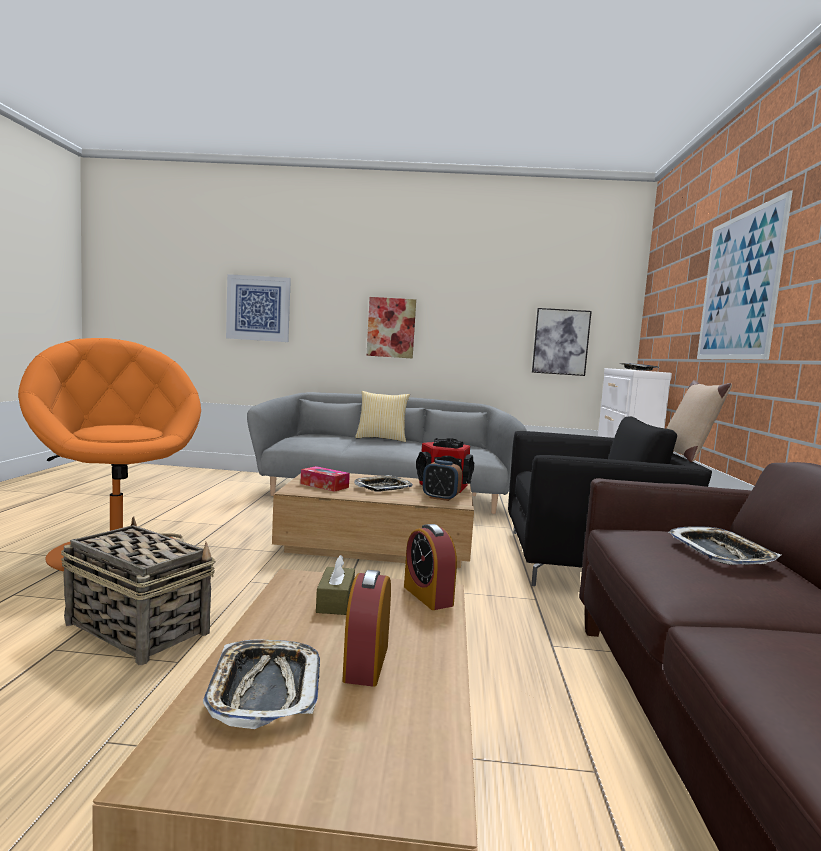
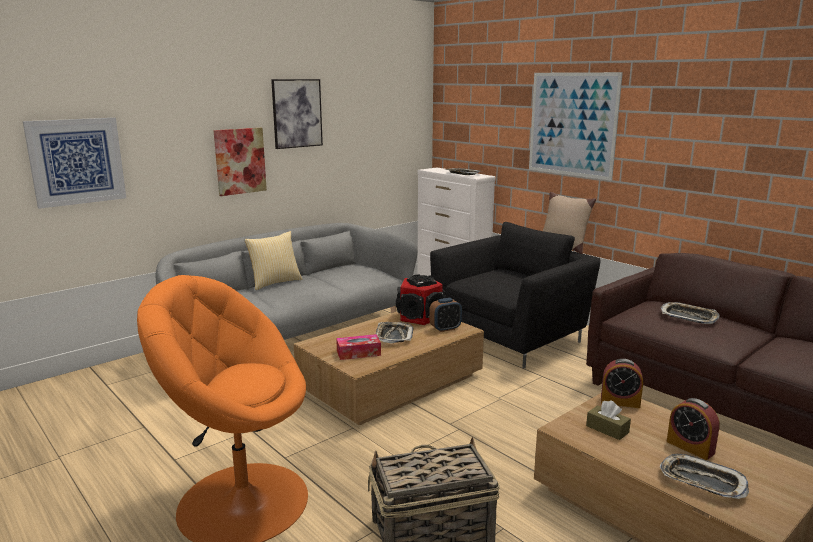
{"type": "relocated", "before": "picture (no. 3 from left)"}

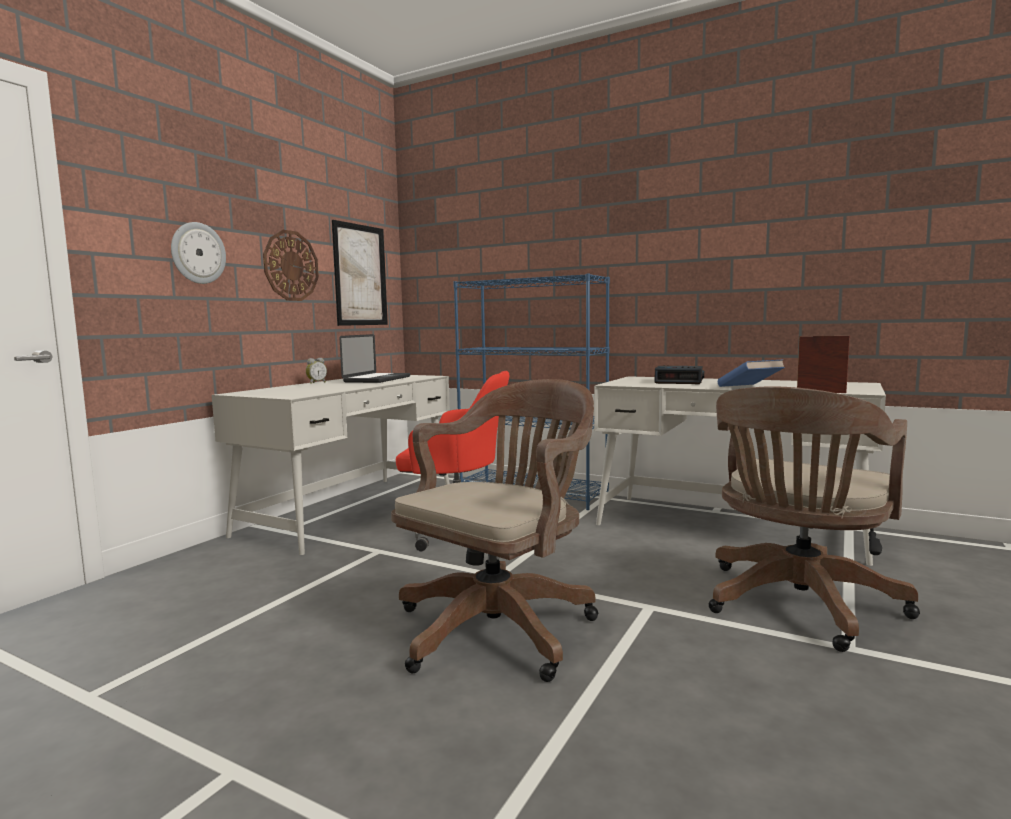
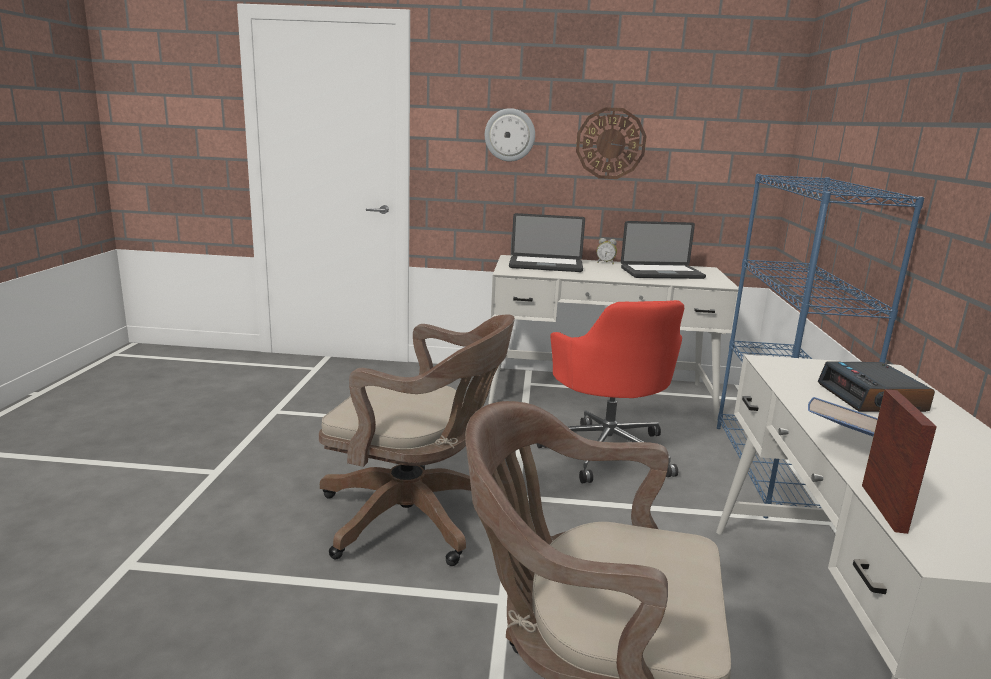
{"type": "missing", "before": "picture"}
{"type": "appeared", "after": "portable computer (no. 1 from left)"}

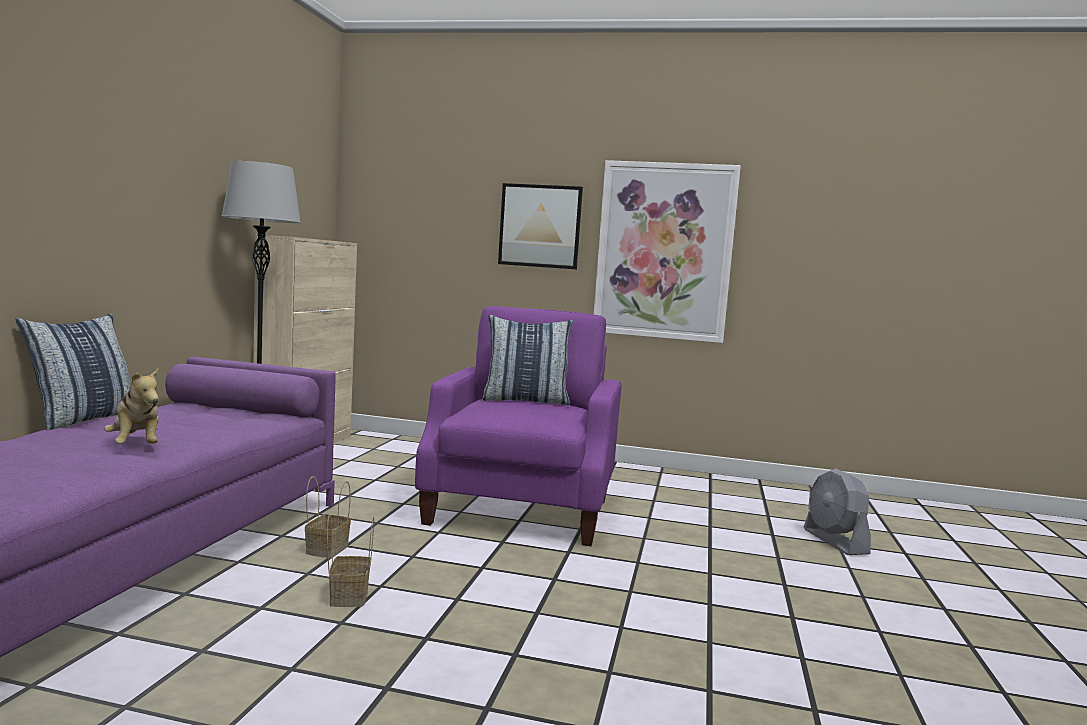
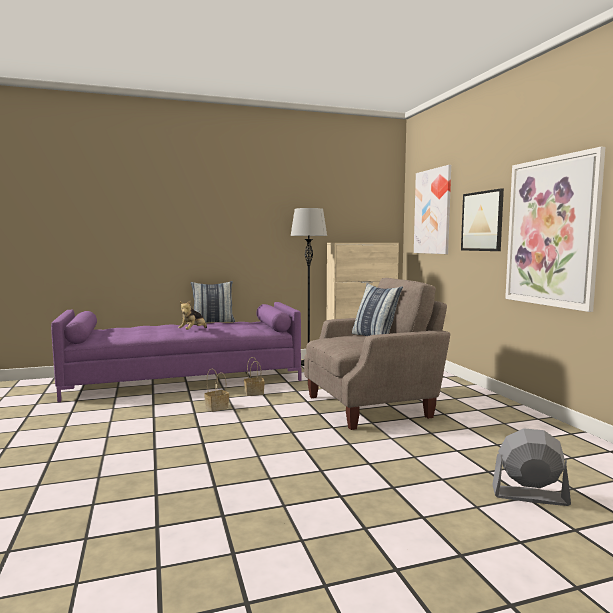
{"type": "appeared", "after": "picture (no. 1 from left)"}
{"type": "colour", "before": "lounge chair in purple", "after": "lounge chair in sand-coloured"}
{"type": "spun", "before": "fan in greyish", "turn": 60}

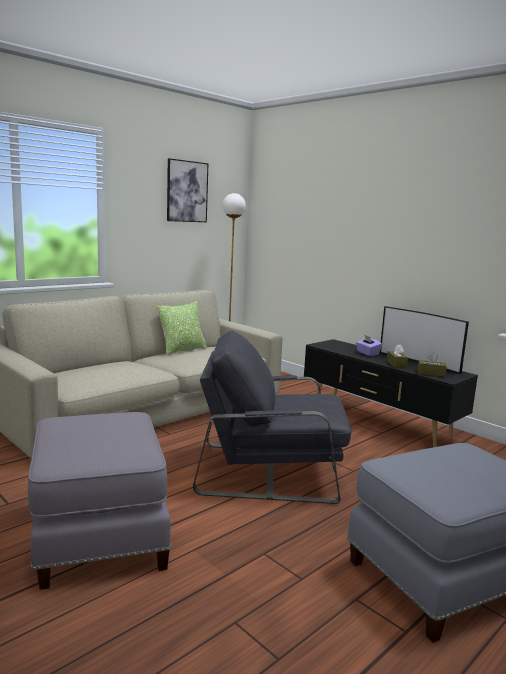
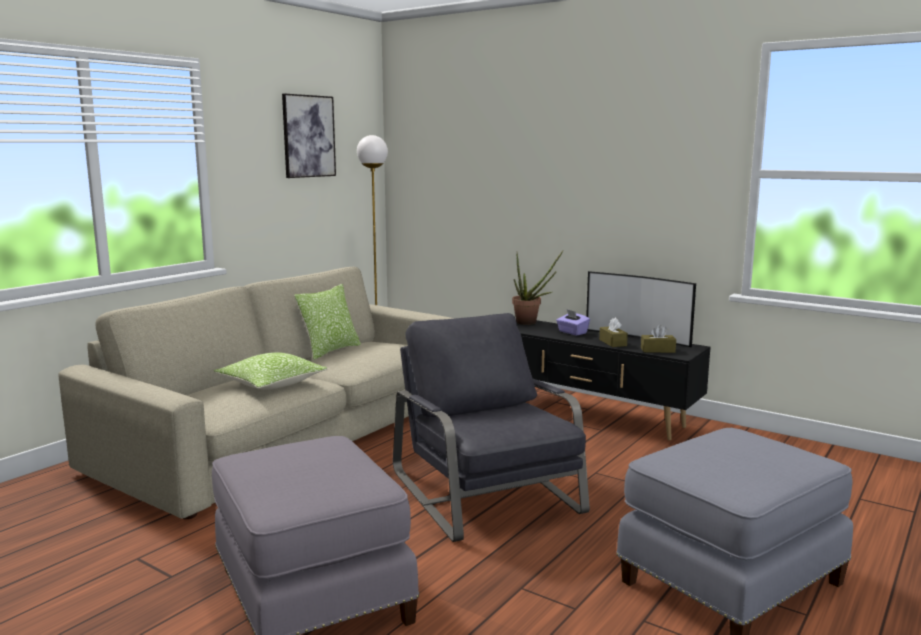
{"type": "appeared", "after": "pillow (no. 1 from left)"}
{"type": "appeared", "after": "houseplant"}
{"type": "spun", "before": "lounge chair in greyish", "turn": 75}

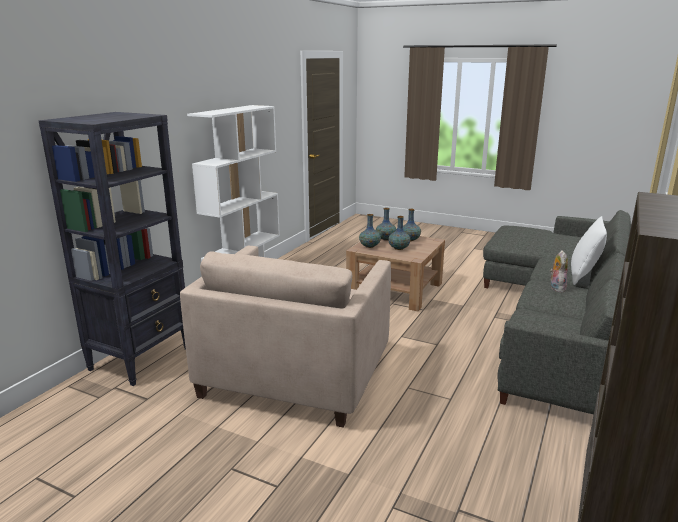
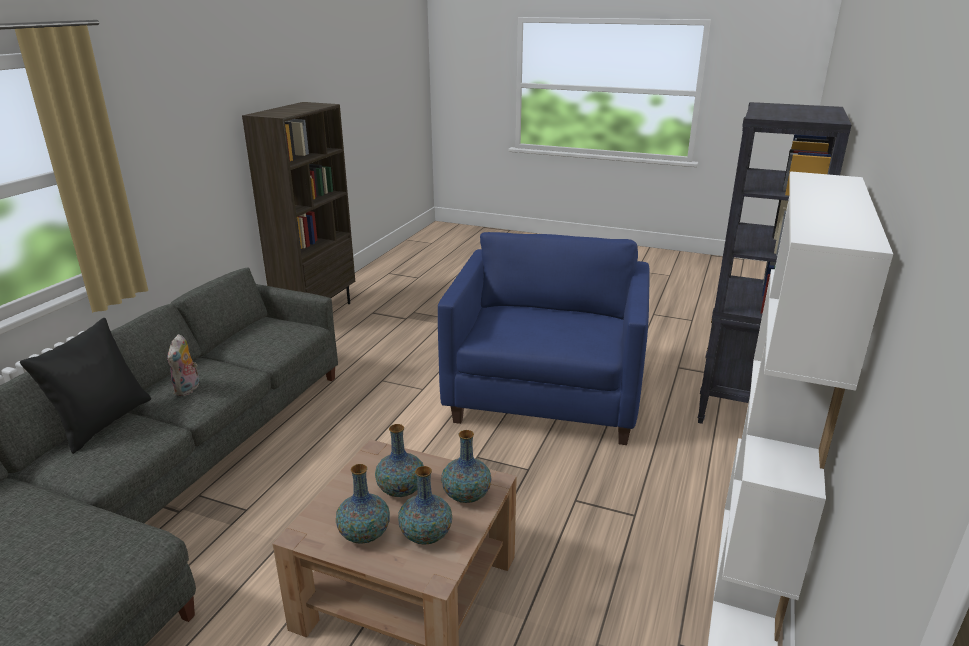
{"type": "colour", "before": "lounge chair in sand-coloured", "after": "lounge chair in blue"}
{"type": "colour", "before": "pillow in whitish", "after": "pillow in blackish"}

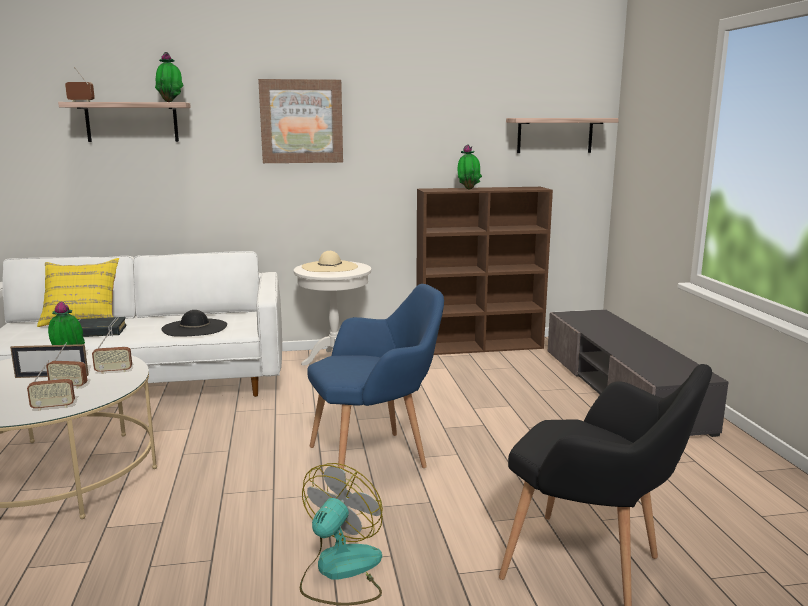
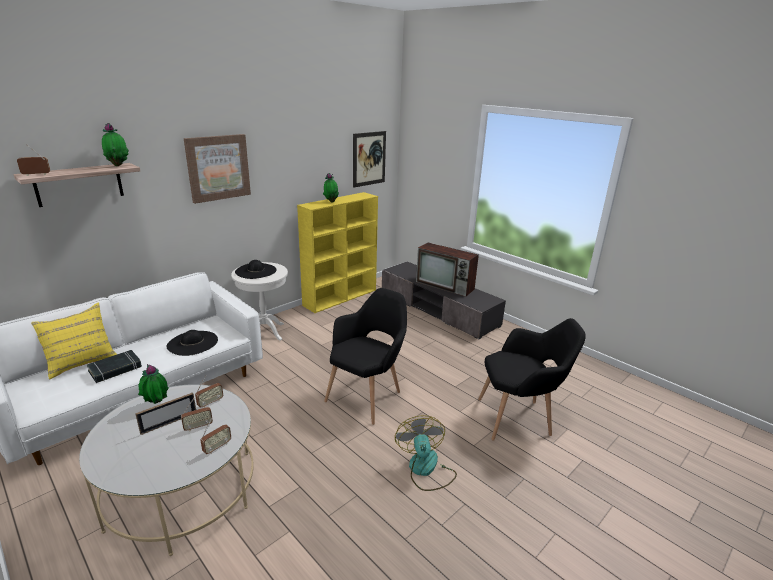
{"type": "appeared", "after": "TV set"}
{"type": "exchanged", "before": "shelf (no. 2 from left)", "after": "picture (no. 2 from left)"}
{"type": "colour", "before": "clothing hat in sand-coloured", "after": "clothing hat in blackish (no. 2 from left)"}
{"type": "colour", "before": "lounge chair in blue", "after": "lounge chair in blackish (no. 1 from left)"}
{"type": "colour", "before": "shelving unit in brown-coloured", "after": "shelving unit in yellow-coloured"}

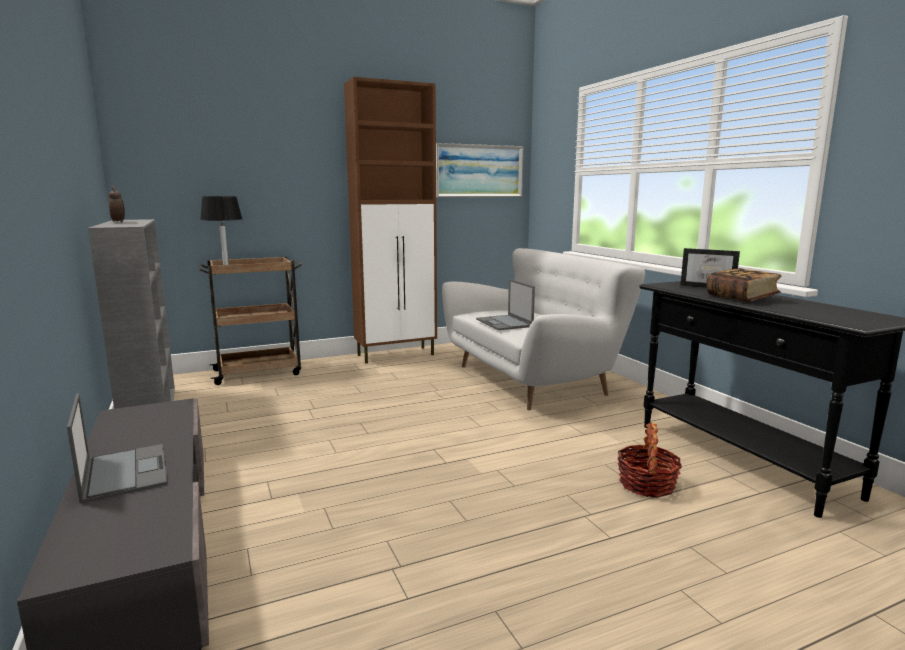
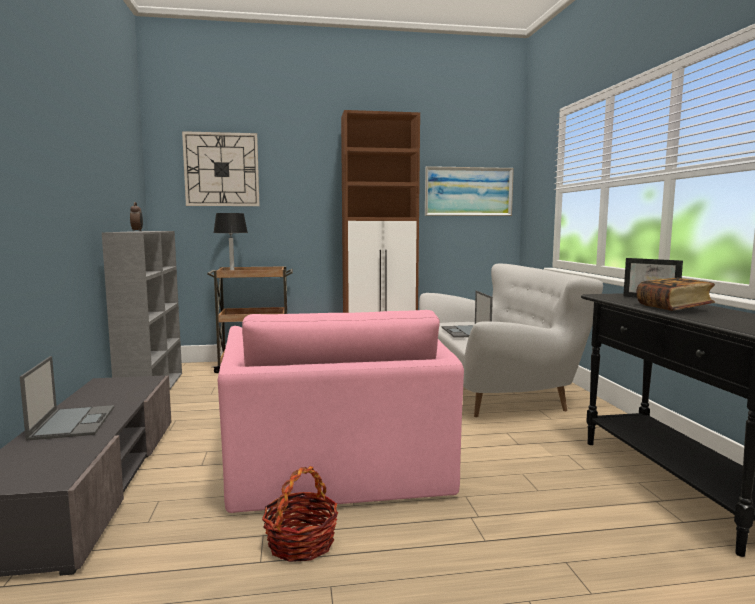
{"type": "appeared", "after": "clock on the wall"}
{"type": "appeared", "after": "lounge chair in pink-coloured"}
{"type": "relocated", "before": "storage basket"}

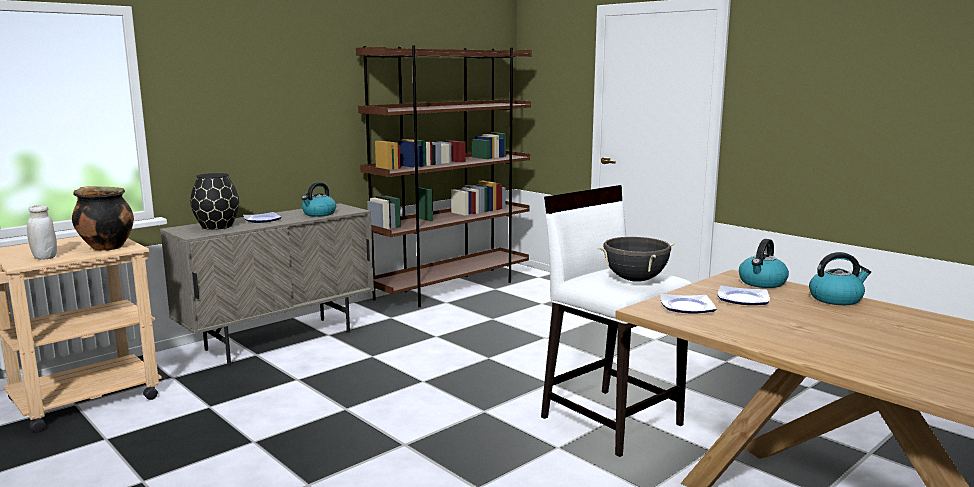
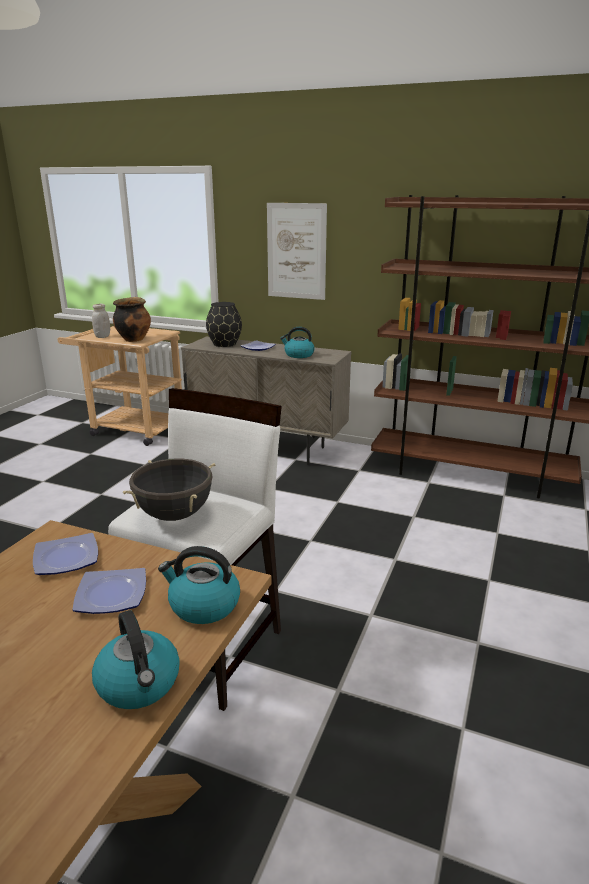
{"type": "appeared", "after": "picture"}

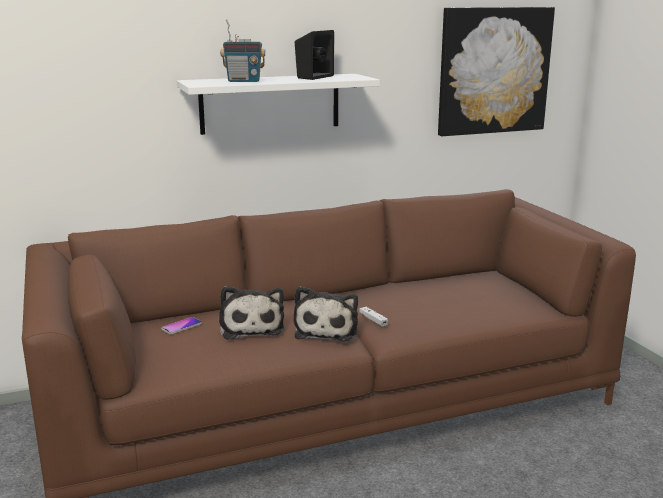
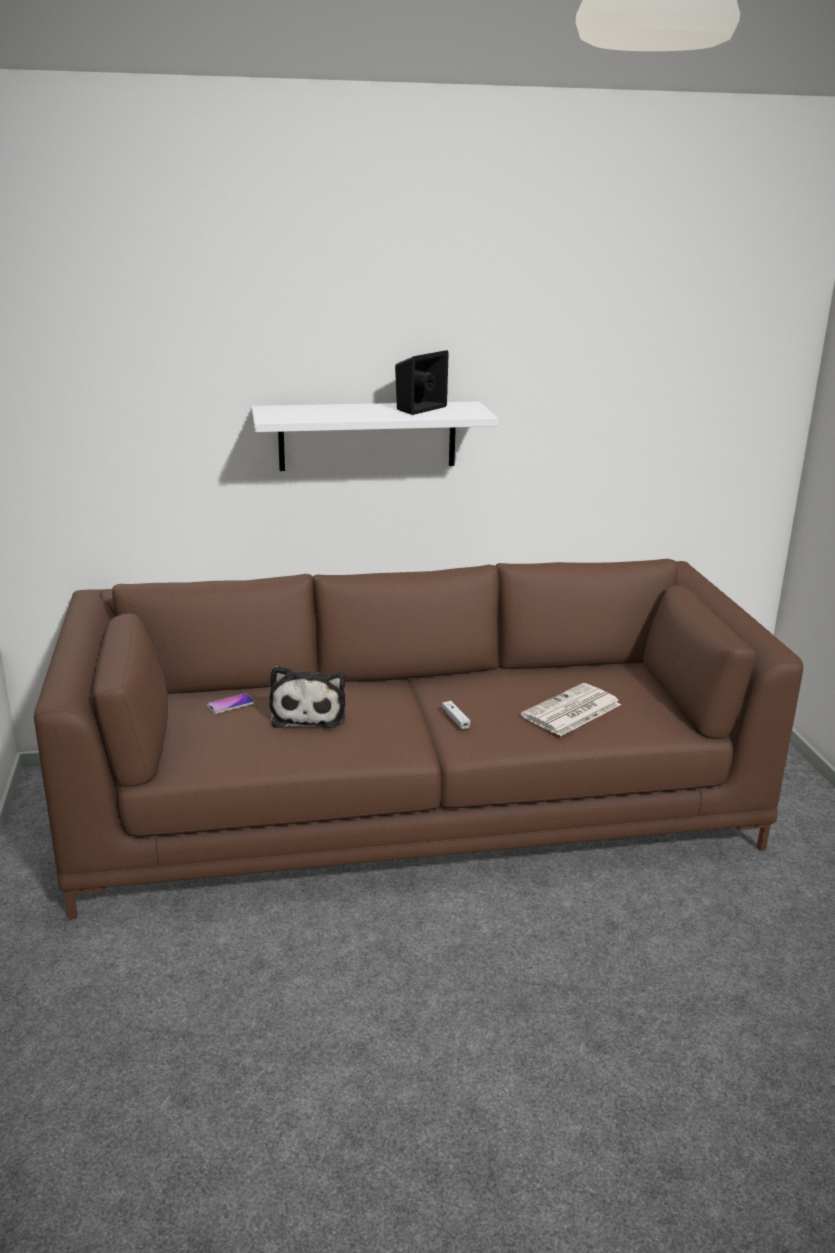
{"type": "missing", "before": "radio set"}
{"type": "missing", "before": "cuddly toy (no. 2 from left)"}
{"type": "missing", "before": "picture"}
{"type": "appeared", "after": "daily paper"}

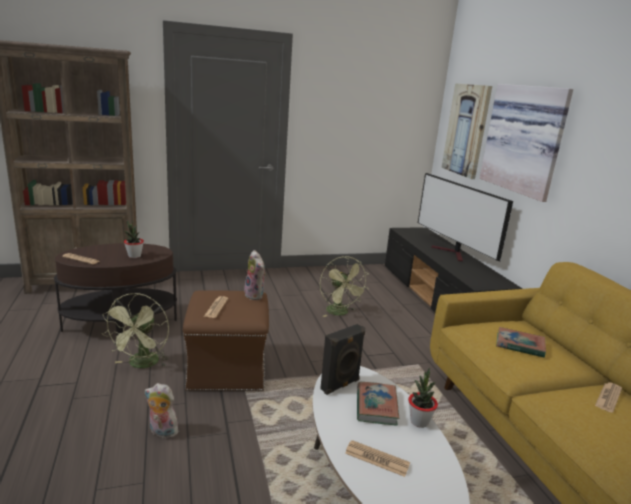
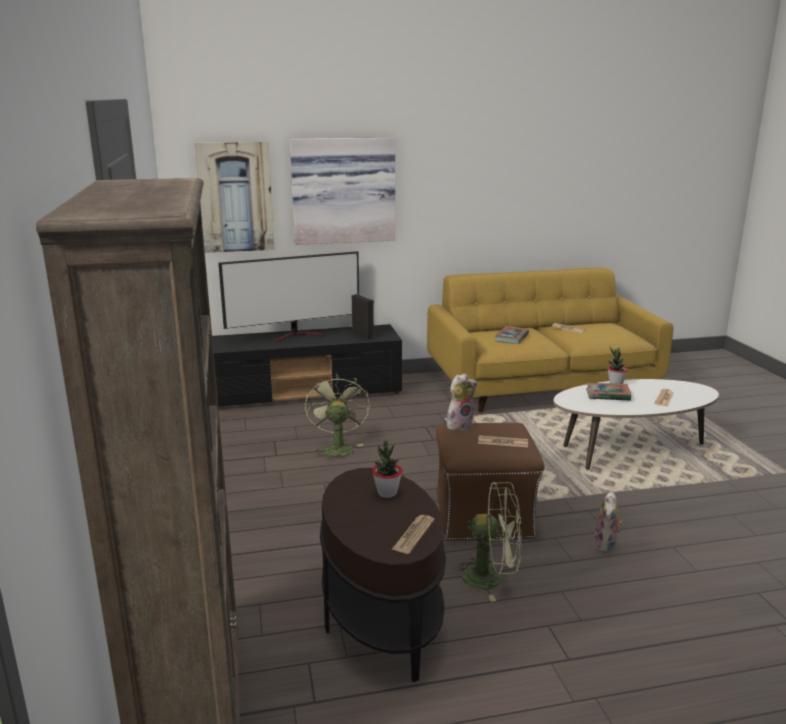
{"type": "relocated", "before": "audio speaker in blackish"}
{"type": "spun", "before": "fan in green-coloured (no. 2 from left in the first image)", "turn": -75}

